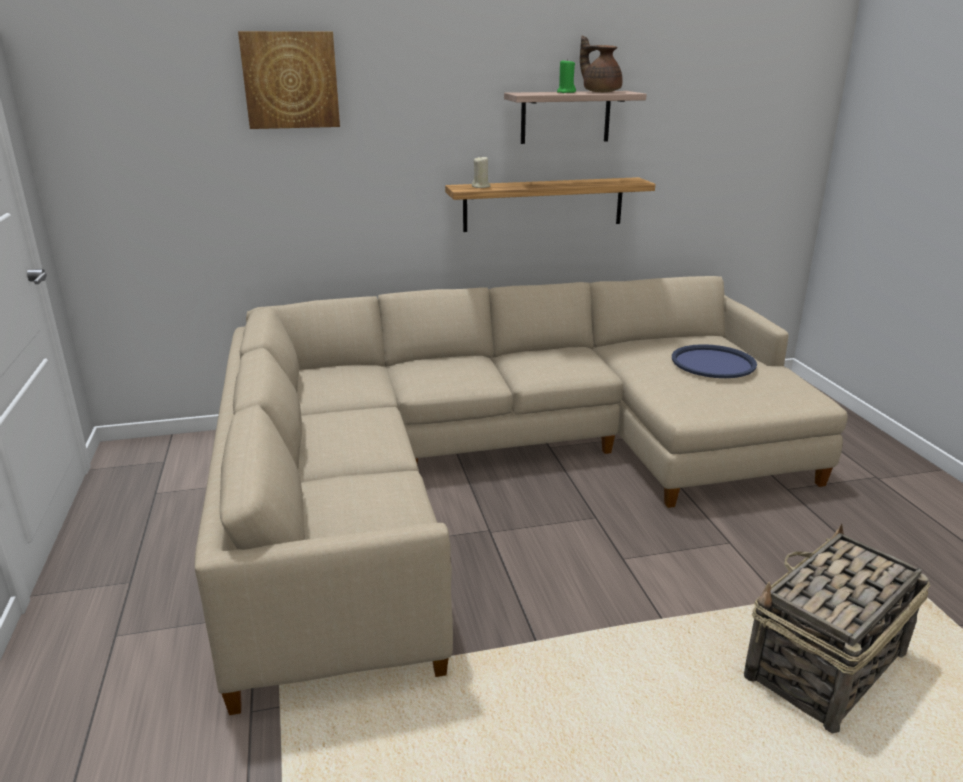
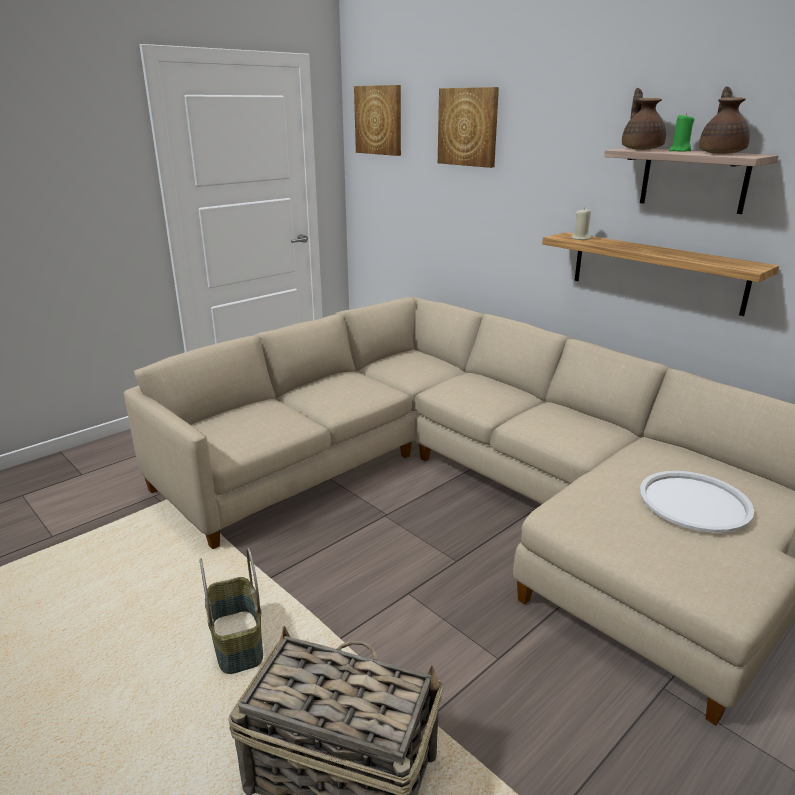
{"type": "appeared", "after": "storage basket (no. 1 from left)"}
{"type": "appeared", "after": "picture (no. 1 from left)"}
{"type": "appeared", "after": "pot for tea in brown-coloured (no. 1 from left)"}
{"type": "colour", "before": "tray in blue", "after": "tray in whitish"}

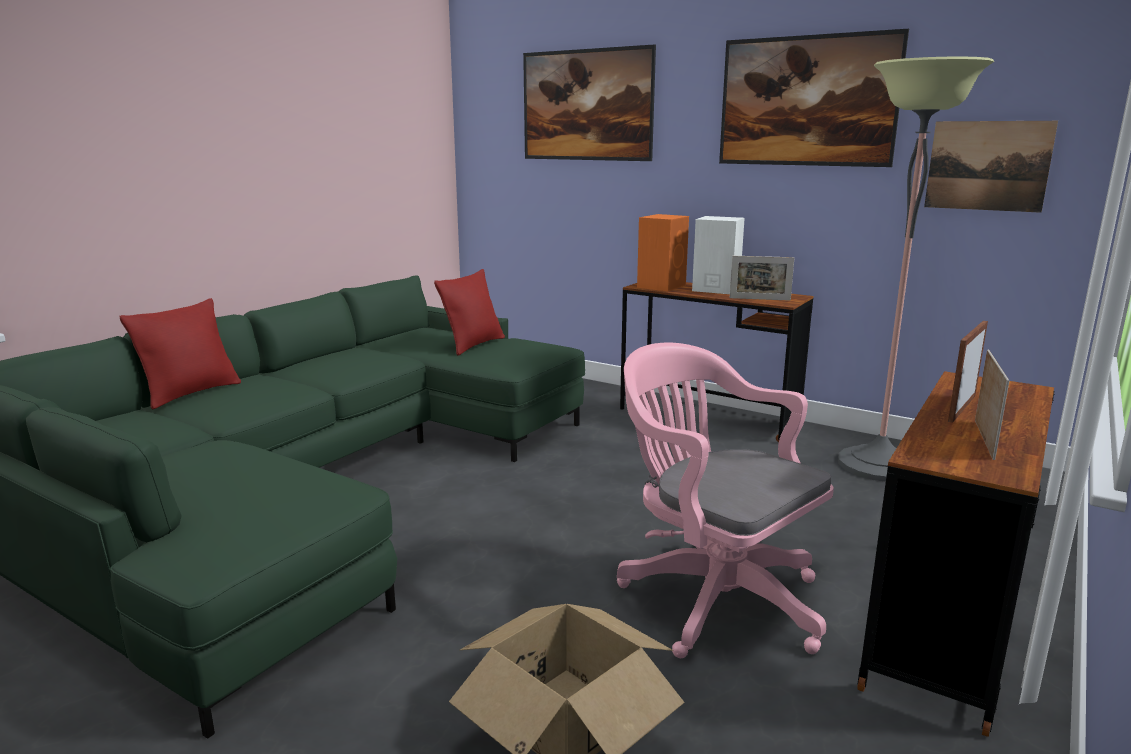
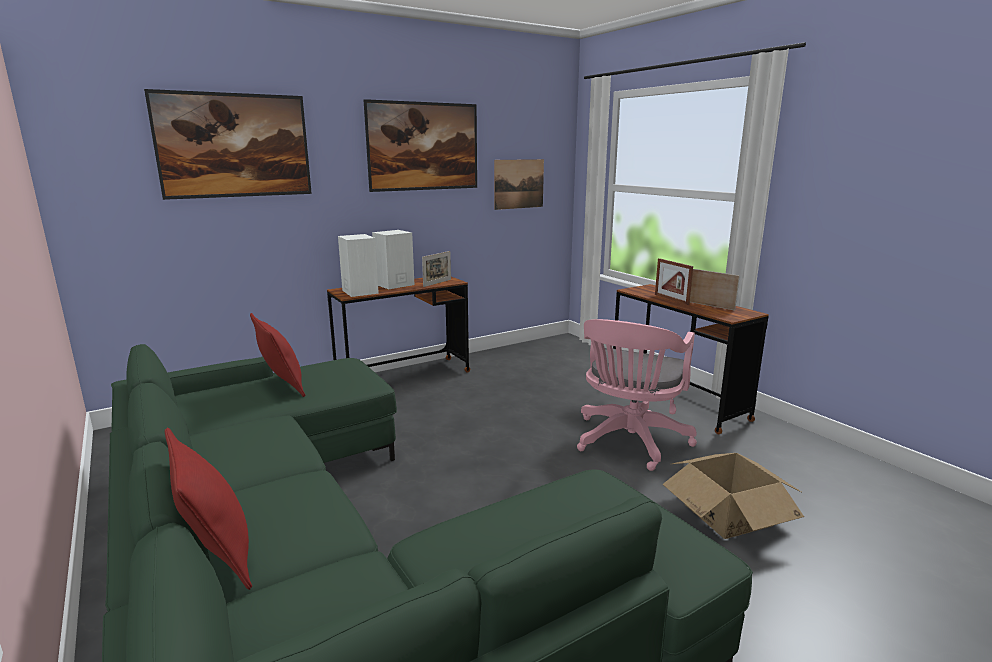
{"type": "missing", "before": "standard lamp"}
{"type": "colour", "before": "audio speaker in orangey", "after": "audio speaker in whitish (no. 1 from left)"}
{"type": "spun", "before": "desk chair in pink-coloured", "turn": -45}

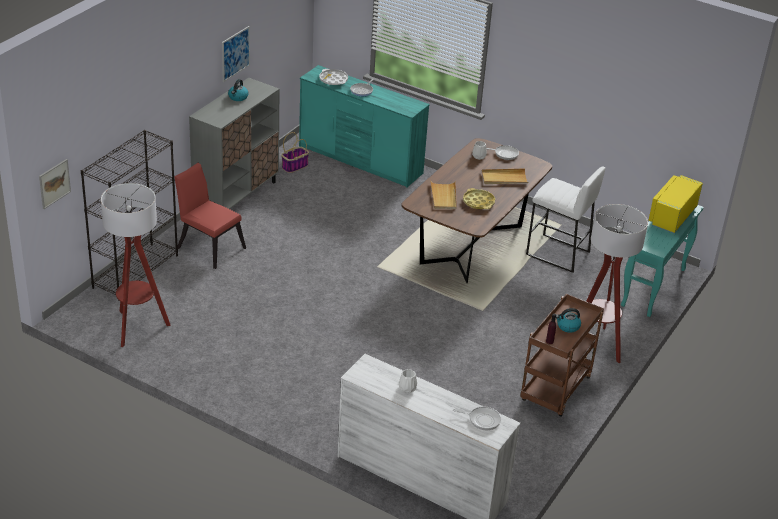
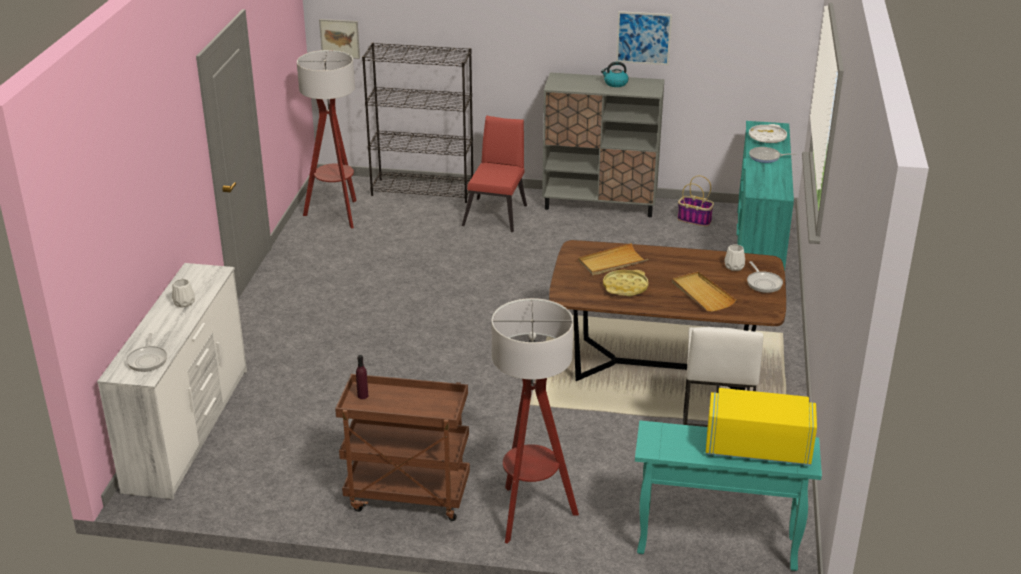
{"type": "missing", "before": "kettle (no. 2 from left)"}

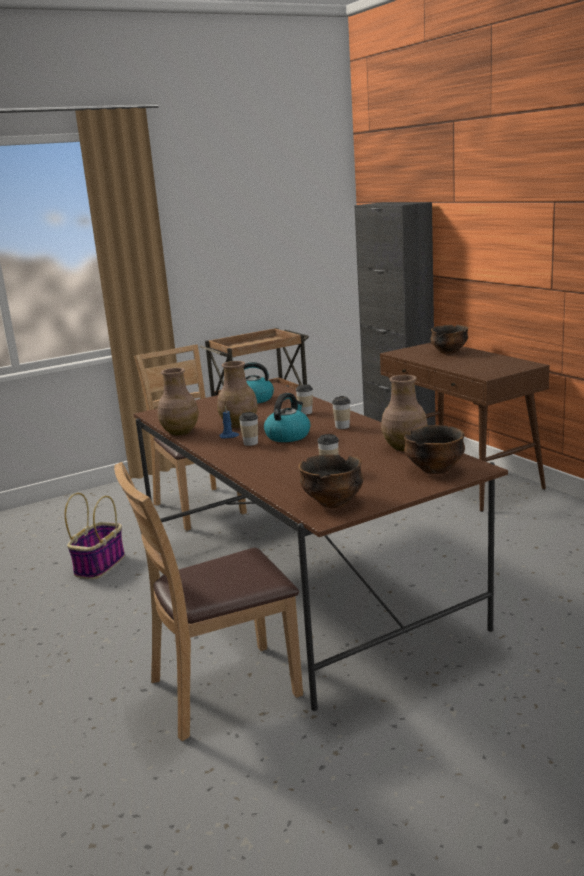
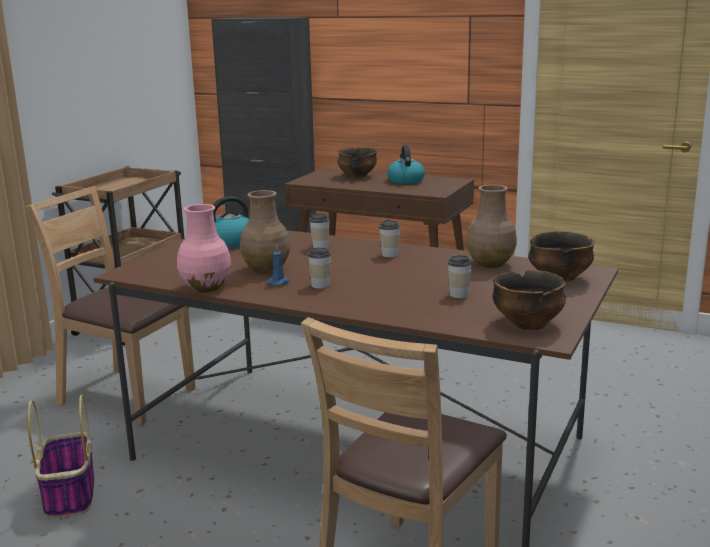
{"type": "relocated", "before": "kettle (no. 2 from left)"}
{"type": "colour", "before": "decorative vase in brown-coloured (no. 1 from left)", "after": "decorative vase in pink-coloured"}

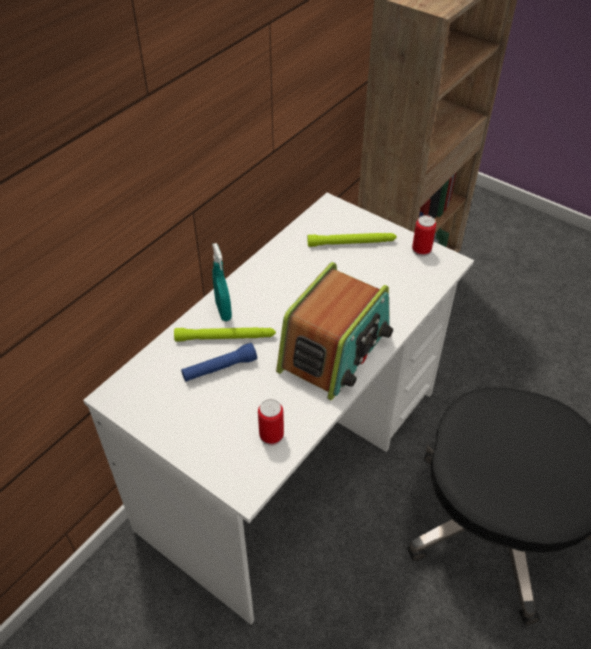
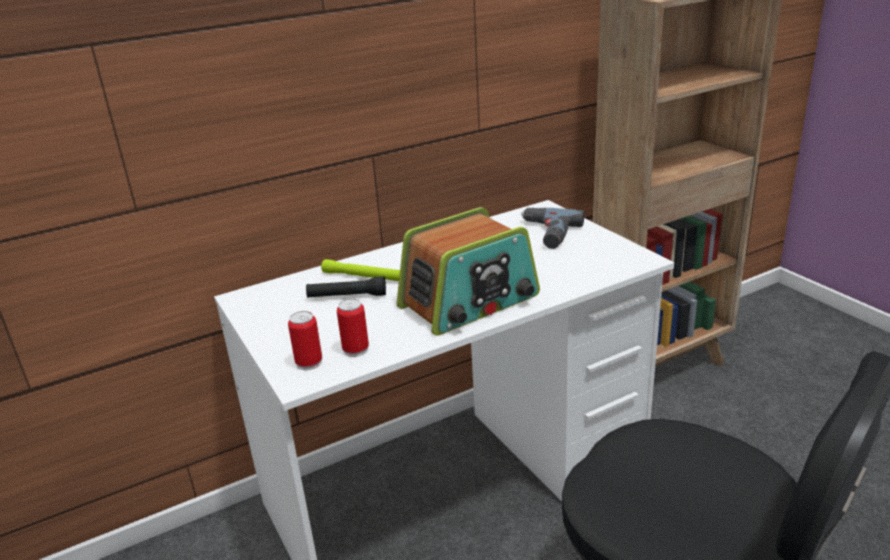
{"type": "missing", "before": "sprayer in turquoise-coloured"}
{"type": "relocated", "before": "can (no. 2 from left in the first image)", "after": "can (no. 1 from left)"}
{"type": "exchanged", "before": "torch in green-coloured (no. 2 from left)", "after": "power drill"}
{"type": "colour", "before": "torch in blue", "after": "torch in blackish"}

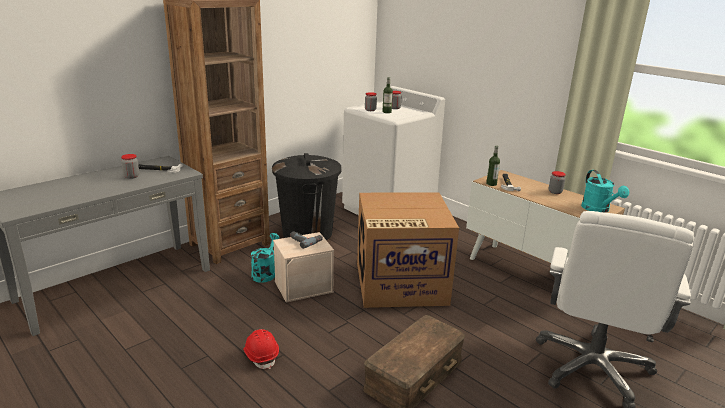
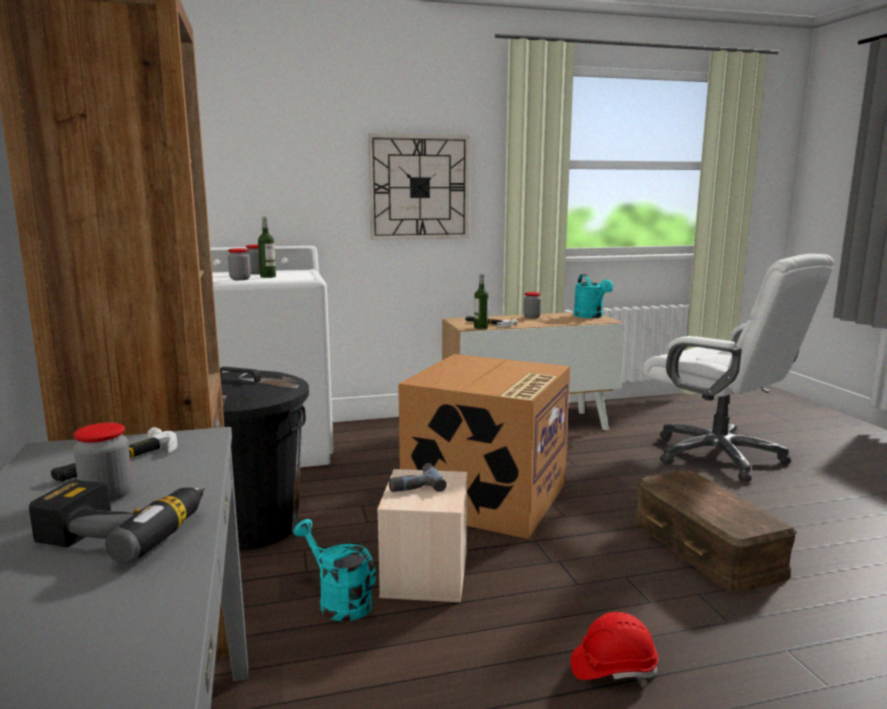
{"type": "appeared", "after": "power drill (no. 1 from left)"}
{"type": "appeared", "after": "clock on the wall"}
{"type": "spun", "before": "sprinkling can in turquoise-coloured (no. 2 from left)", "turn": 60}

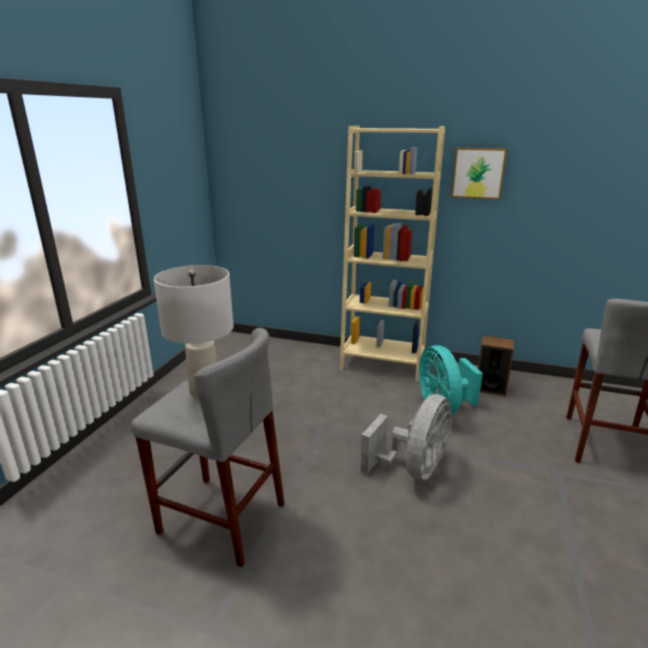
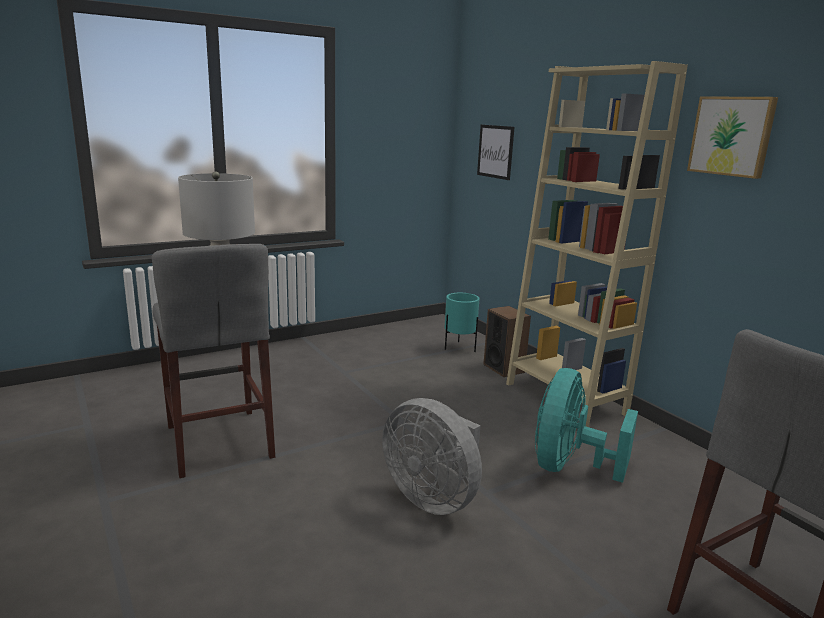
{"type": "appeared", "after": "flower pot in turquoise-coloured"}
{"type": "appeared", "after": "picture (no. 1 from left)"}
{"type": "relocated", "before": "audio speaker"}
{"type": "spun", "before": "fan in greyish", "turn": 60}

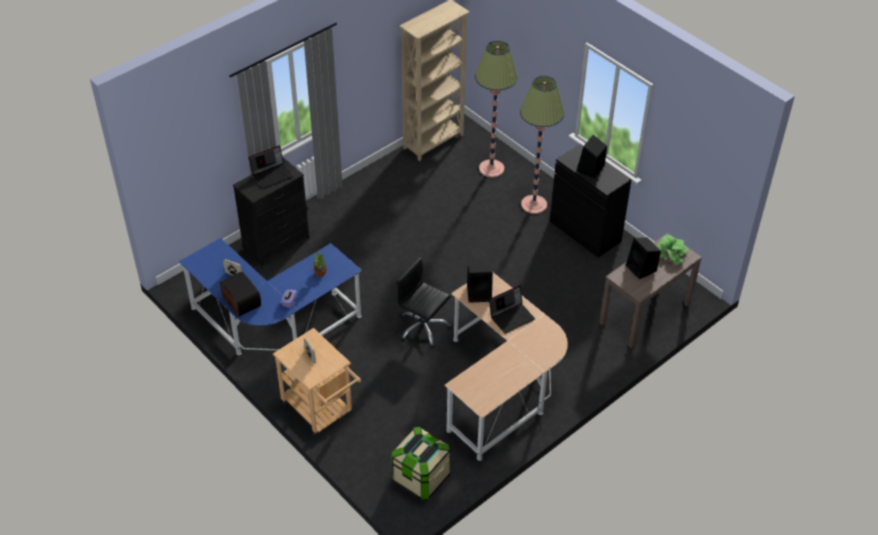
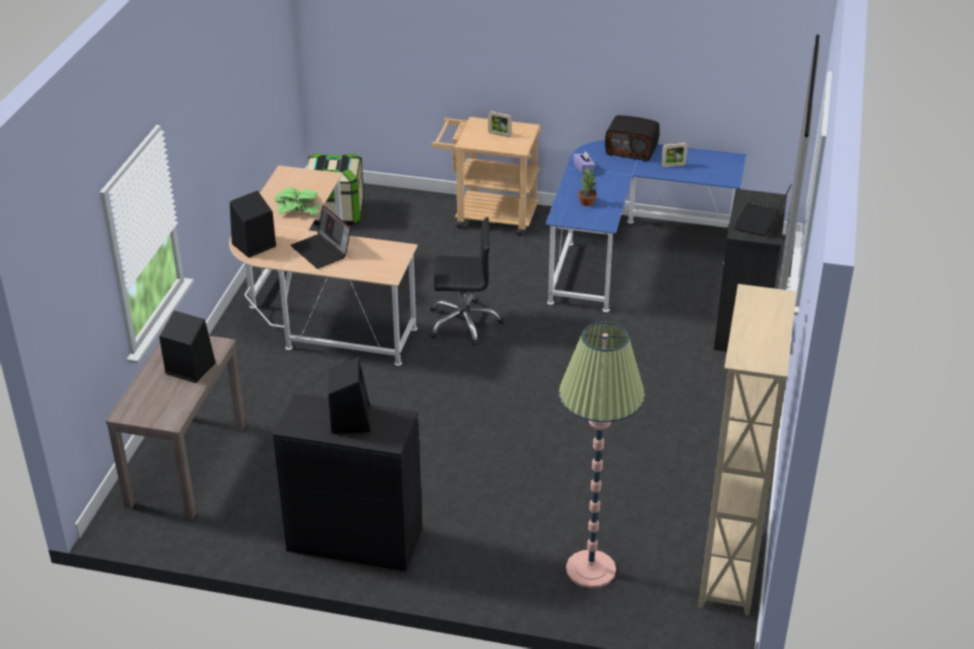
{"type": "missing", "before": "standard lamp (no. 2 from left)"}
{"type": "relocated", "before": "audio speaker in blackish (no. 1 from left in the first image)", "after": "audio speaker in blackish (no. 2 from left)"}
{"type": "relocated", "before": "houseplant (no. 2 from left in the first image)", "after": "houseplant (no. 1 from left)"}
{"type": "spun", "before": "portable computer (no. 2 from left in the first image)", "turn": -60}

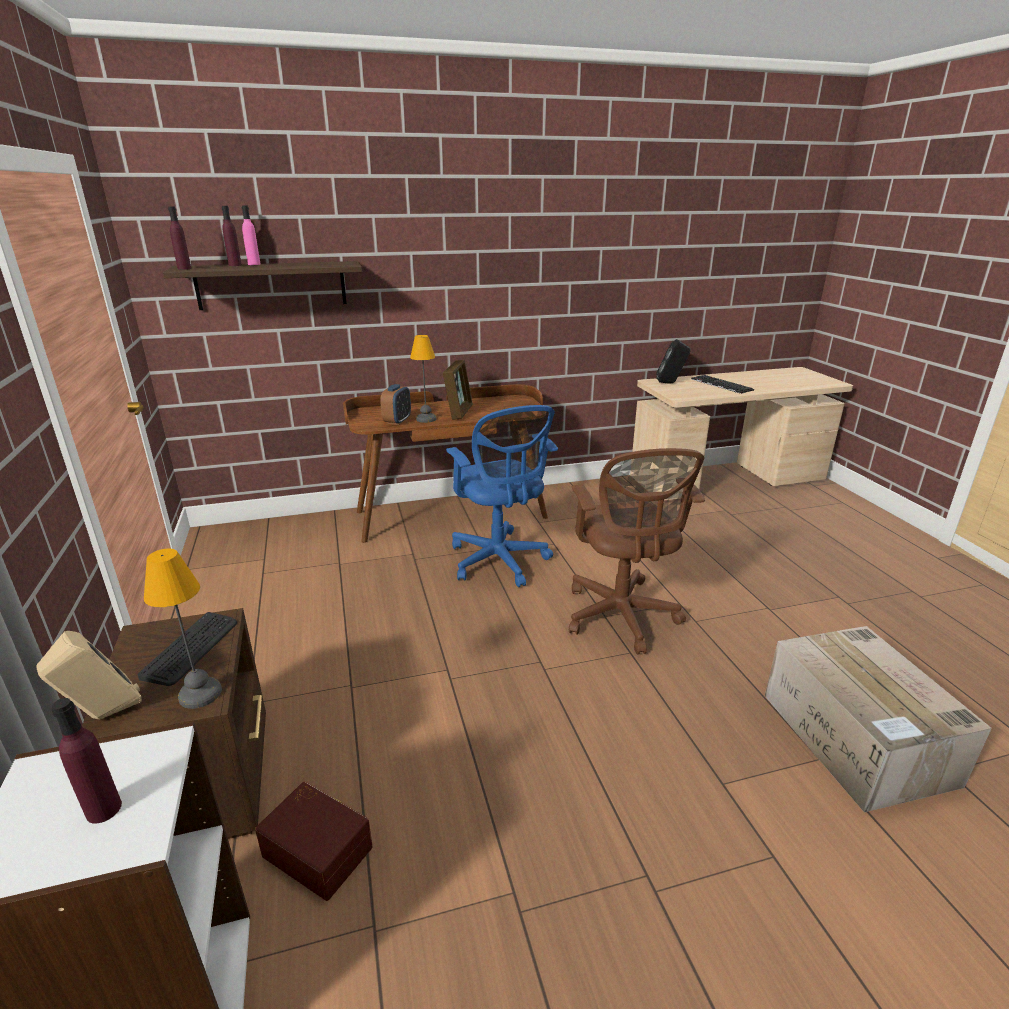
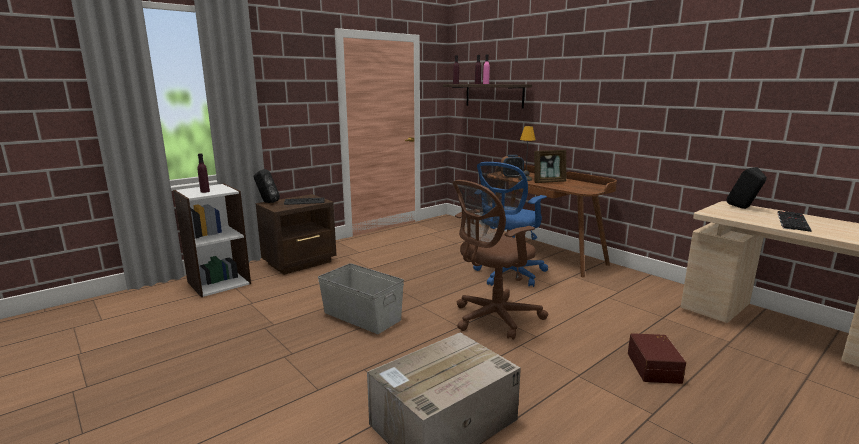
{"type": "missing", "before": "tabletop lamp (no. 1 from left)"}
{"type": "appeared", "after": "storage bin in greyish"}
{"type": "relocated", "before": "storage bin in brown-coloured"}
{"type": "colour", "before": "audio speaker in sand-coloured", "after": "audio speaker in blackish (no. 1 from left)"}

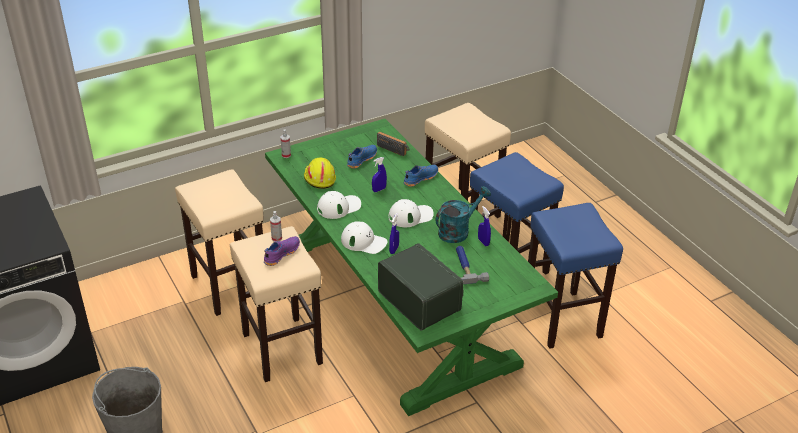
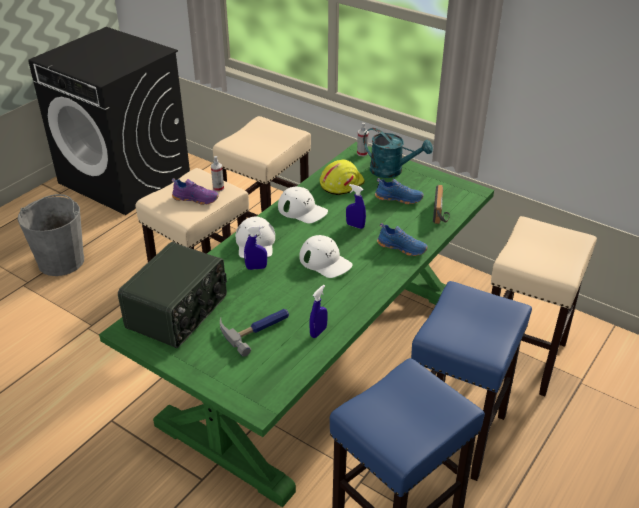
{"type": "relocated", "before": "sprinkling can in turquoise-coloured"}

